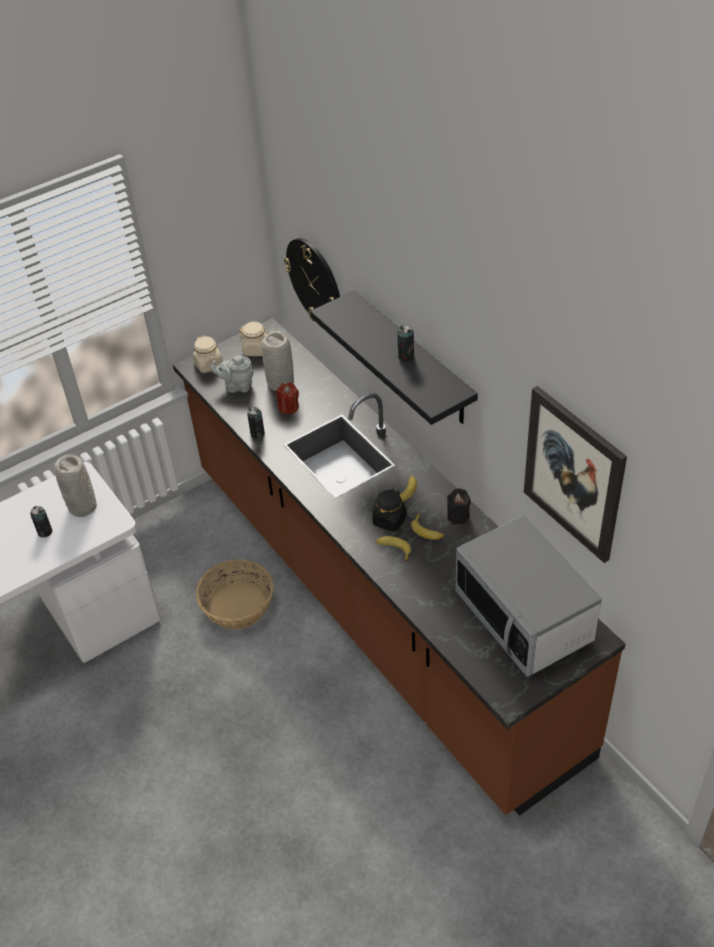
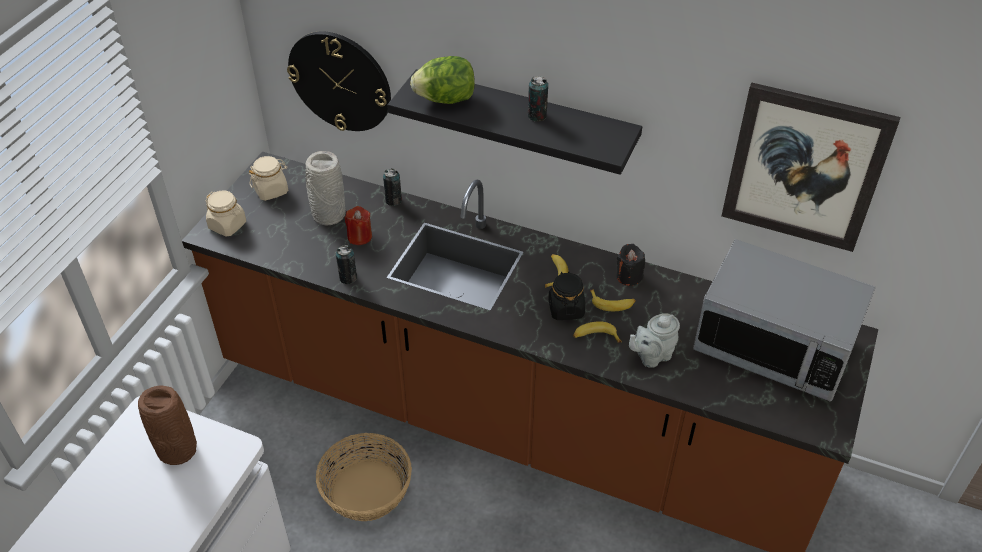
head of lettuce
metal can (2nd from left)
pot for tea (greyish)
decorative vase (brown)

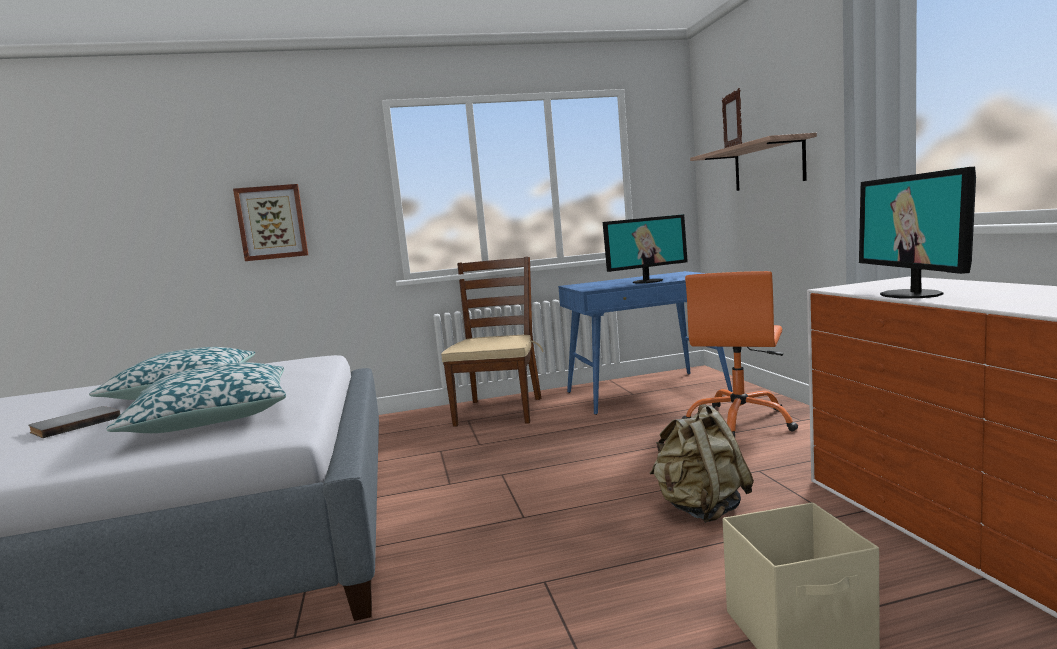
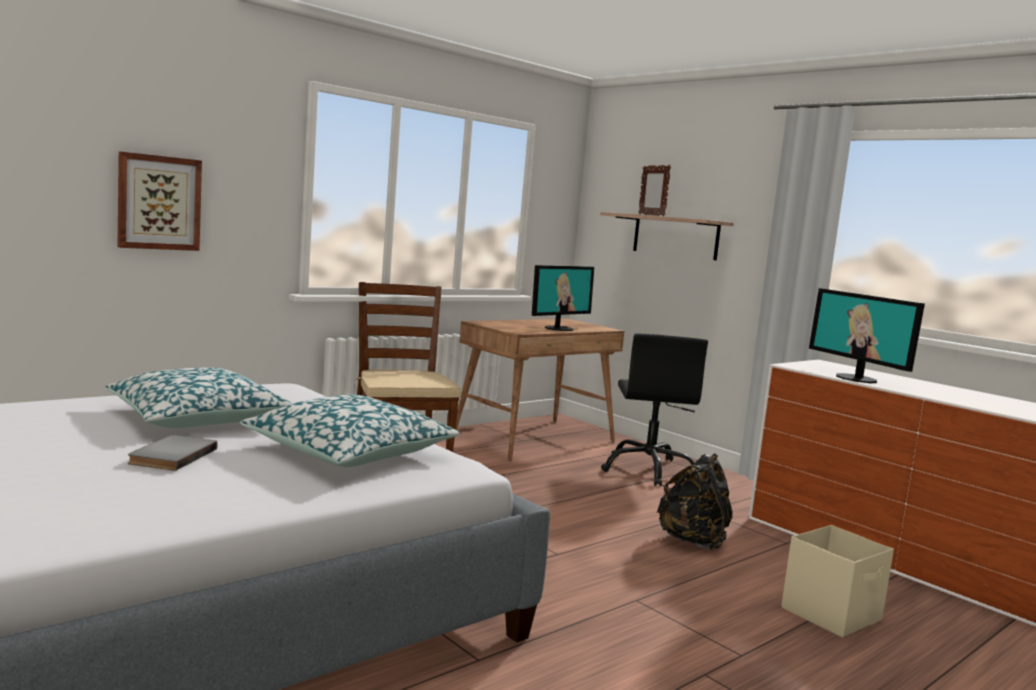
desk (brown)
rucksack (blackish)
desk chair (blackish)

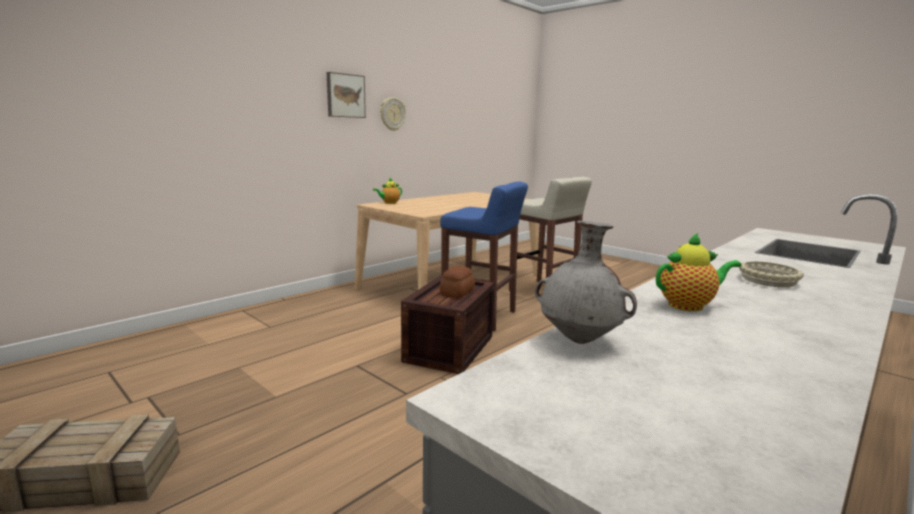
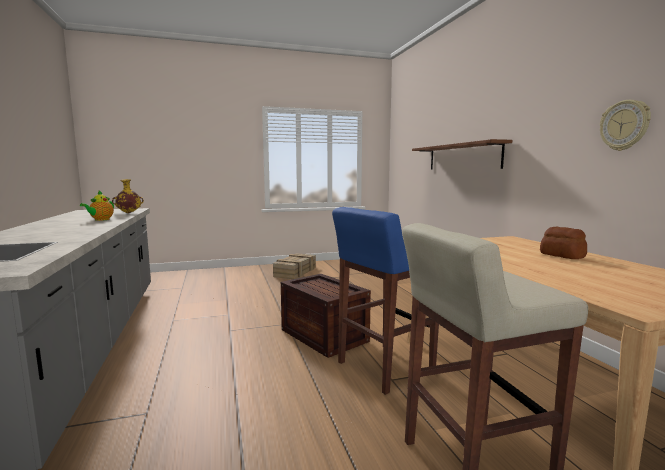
wall art
pot for tea (1st from left in the first image)
serving bowl (beige)
bracket shelf (brown)
baked bread
decorative vase (yellow)

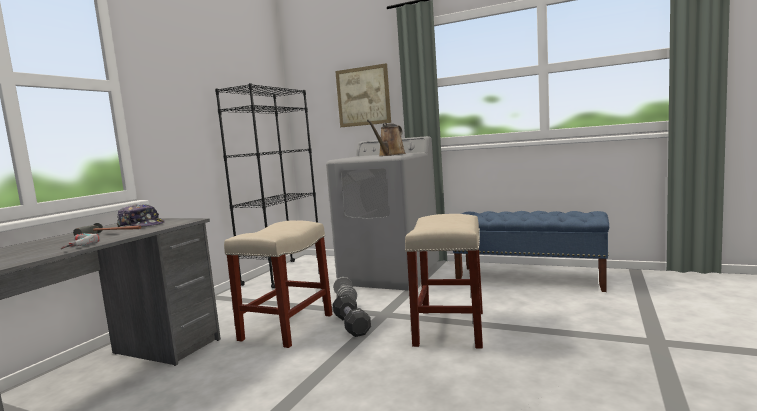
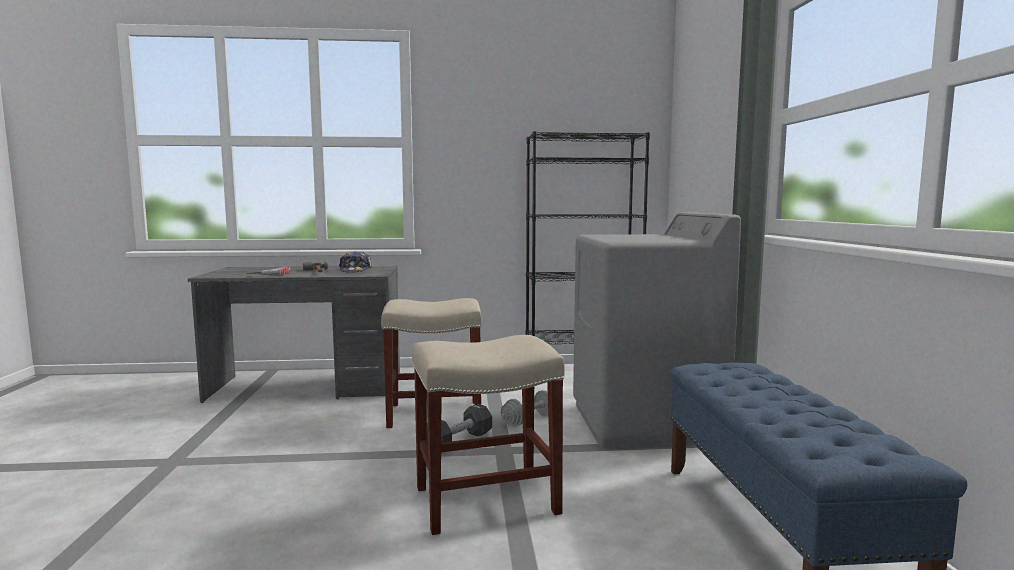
wall art
watering can (brown)

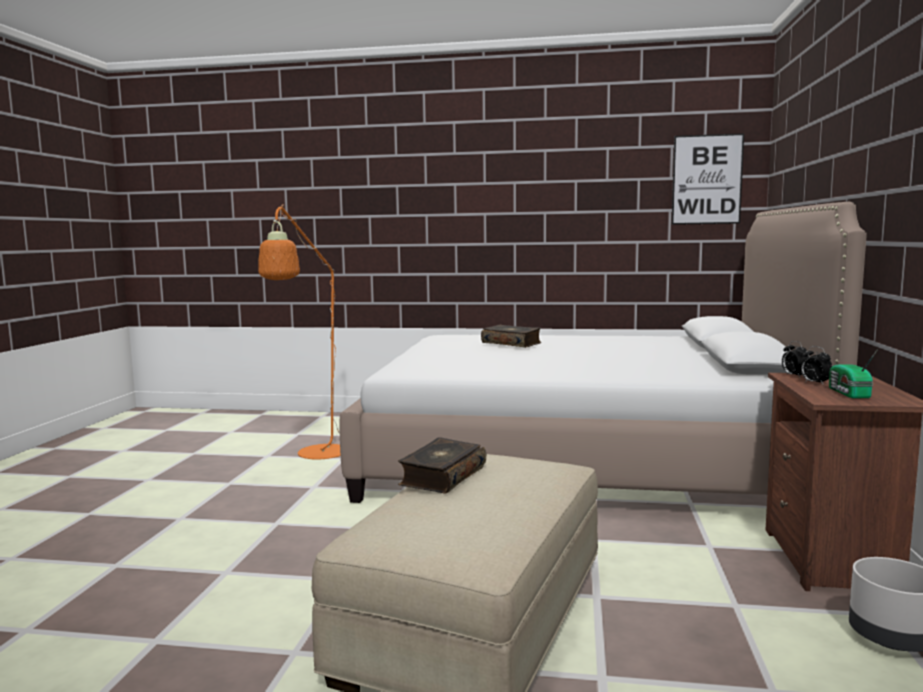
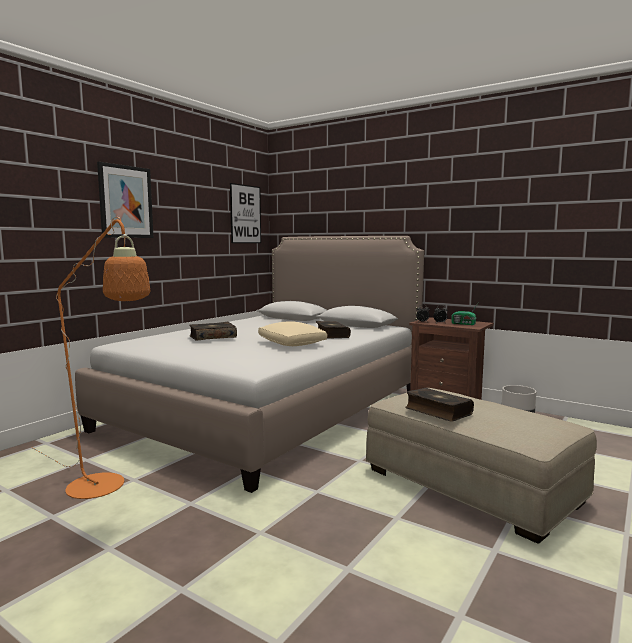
wall art (1st from left)
cushion (beige)
bound book (2nd from left)

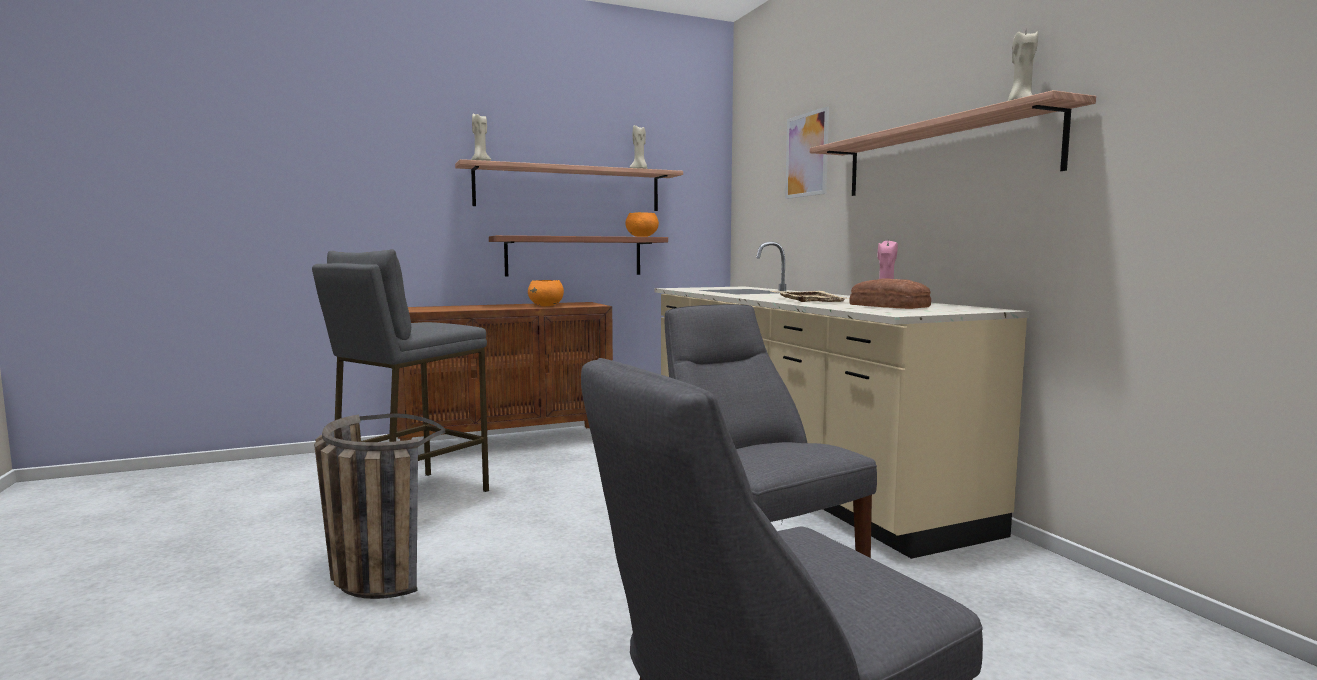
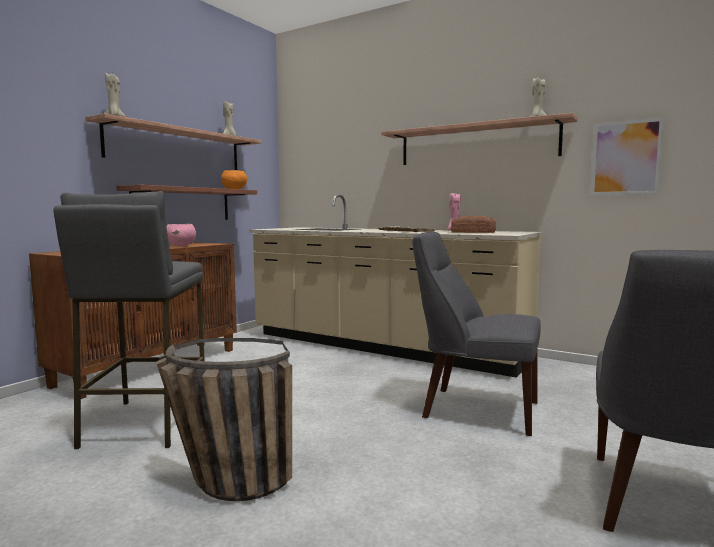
wall art
serving bowl (pinkish)

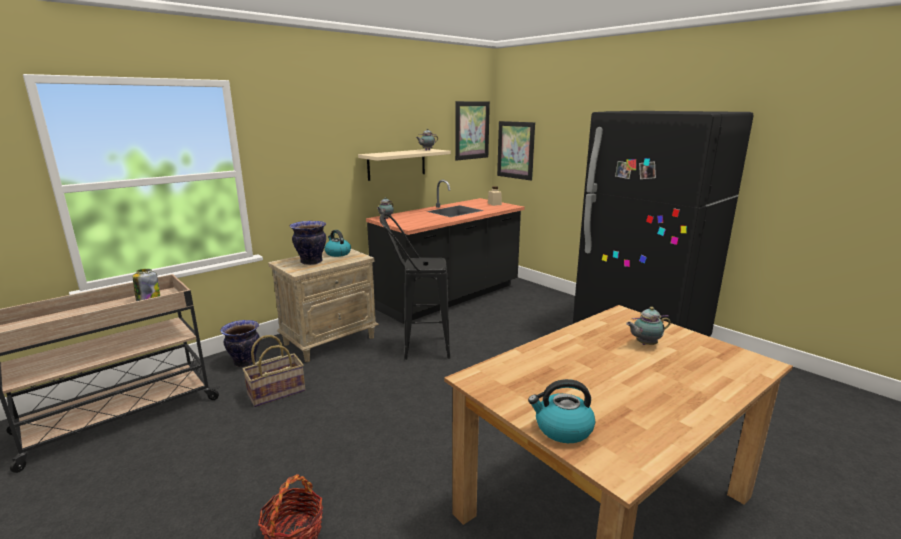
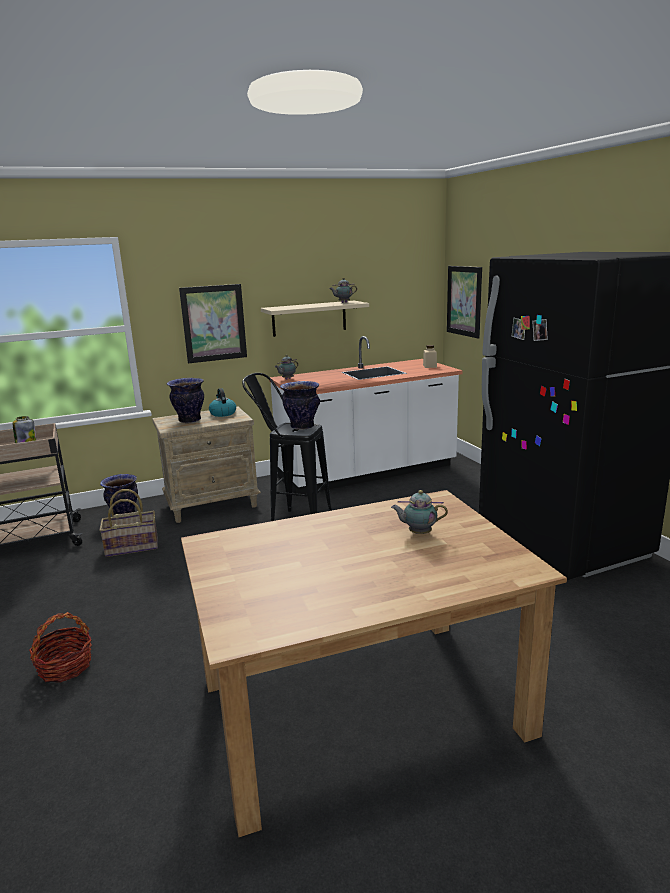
kettle (2nd from left in the first image)
decorative vase (3rd from left)
wall art (1st from left)
counter (white)

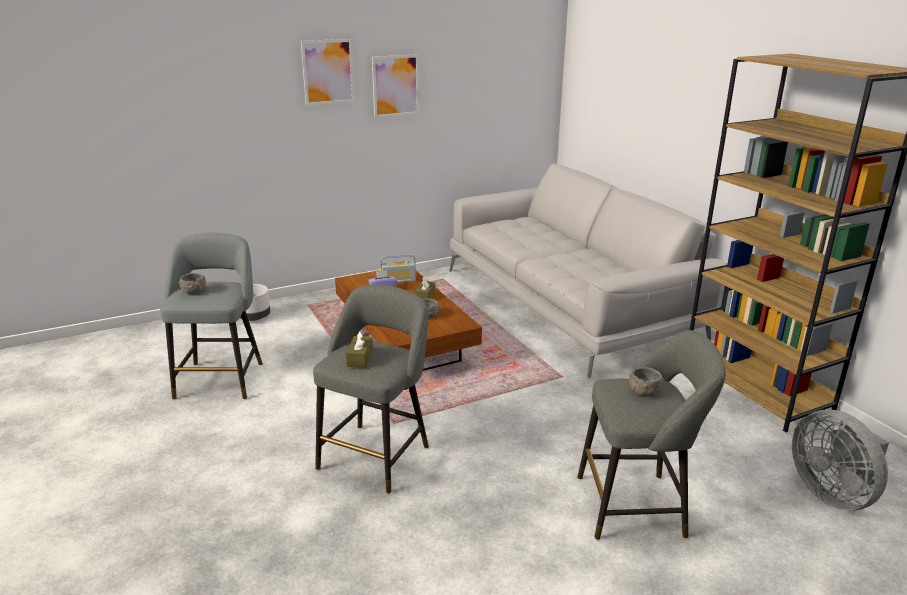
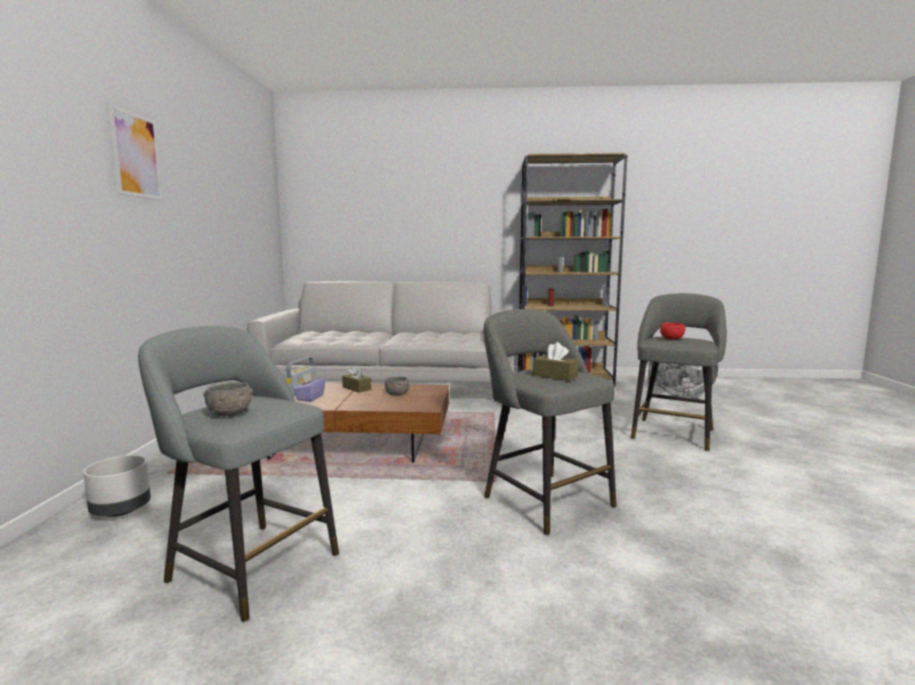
wall art (2nd from left in the first image)
serving bowl (red-coloured)

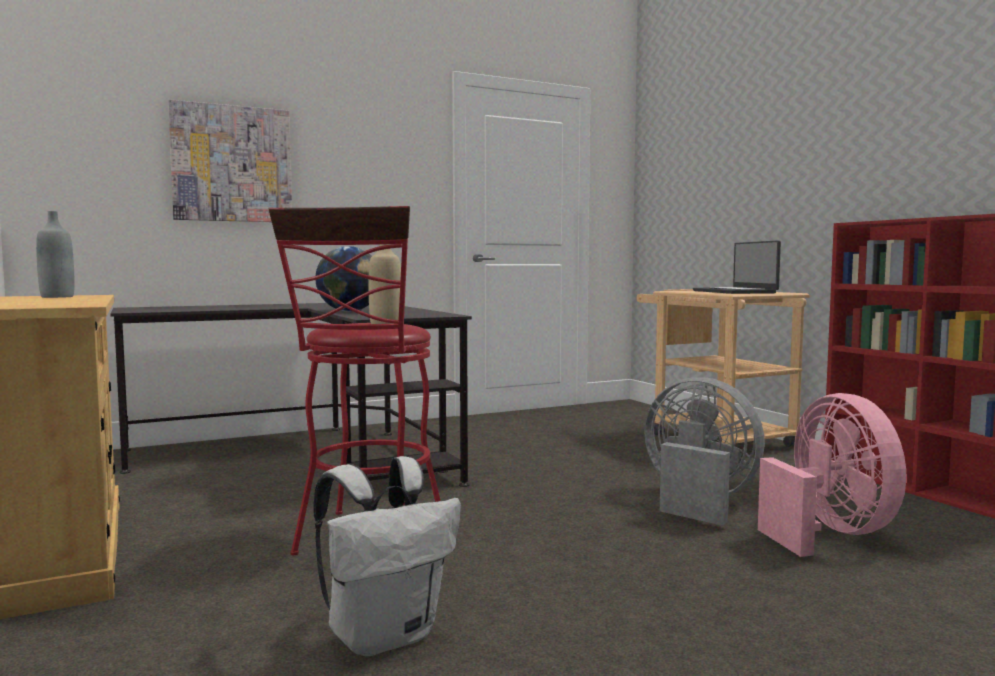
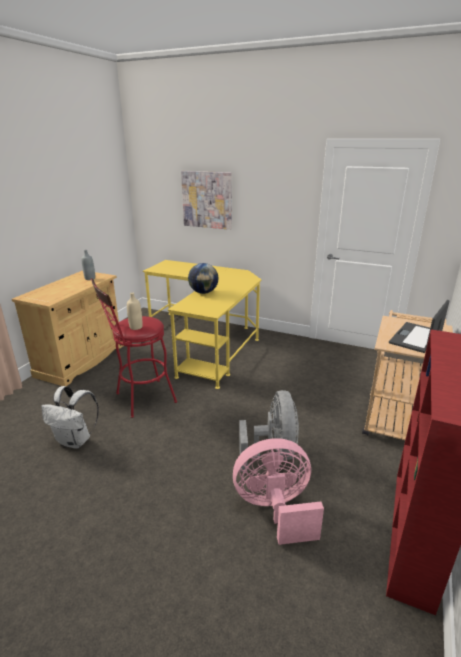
desk (yellow)
fan (pinkish)

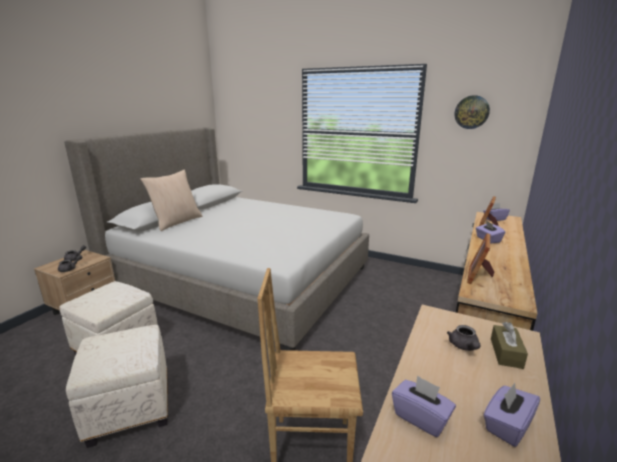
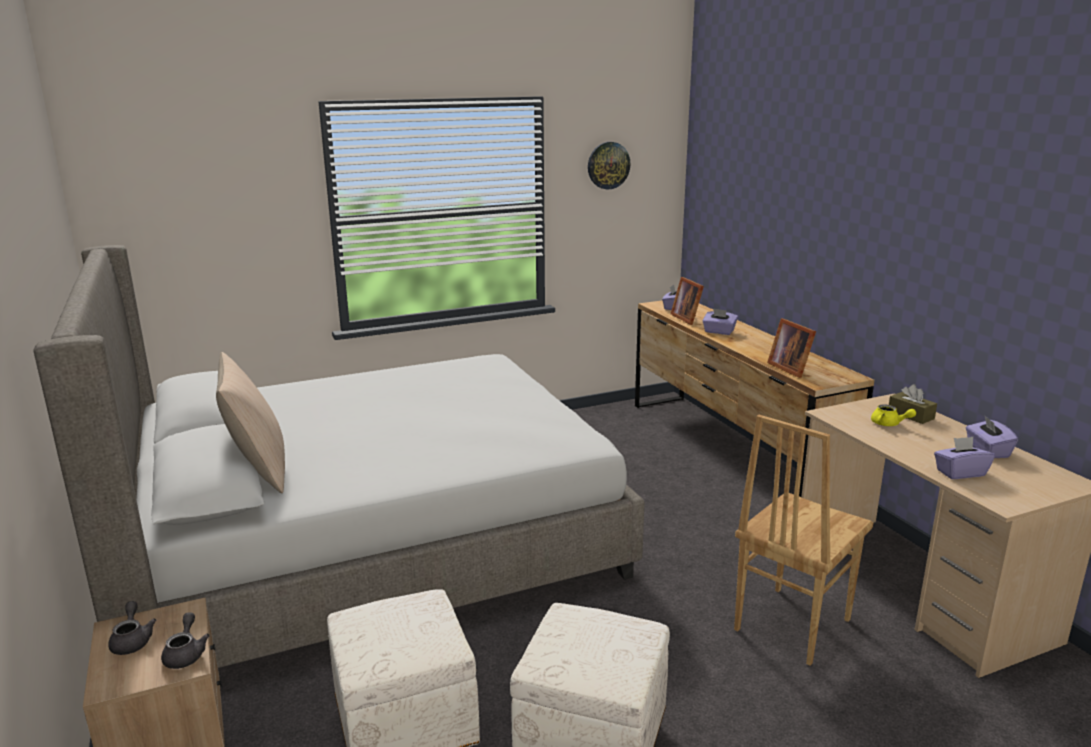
pot for tea (yellow)

